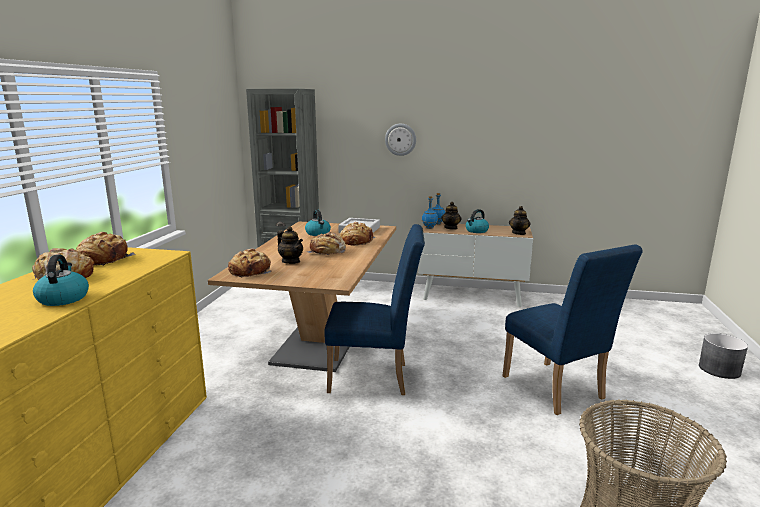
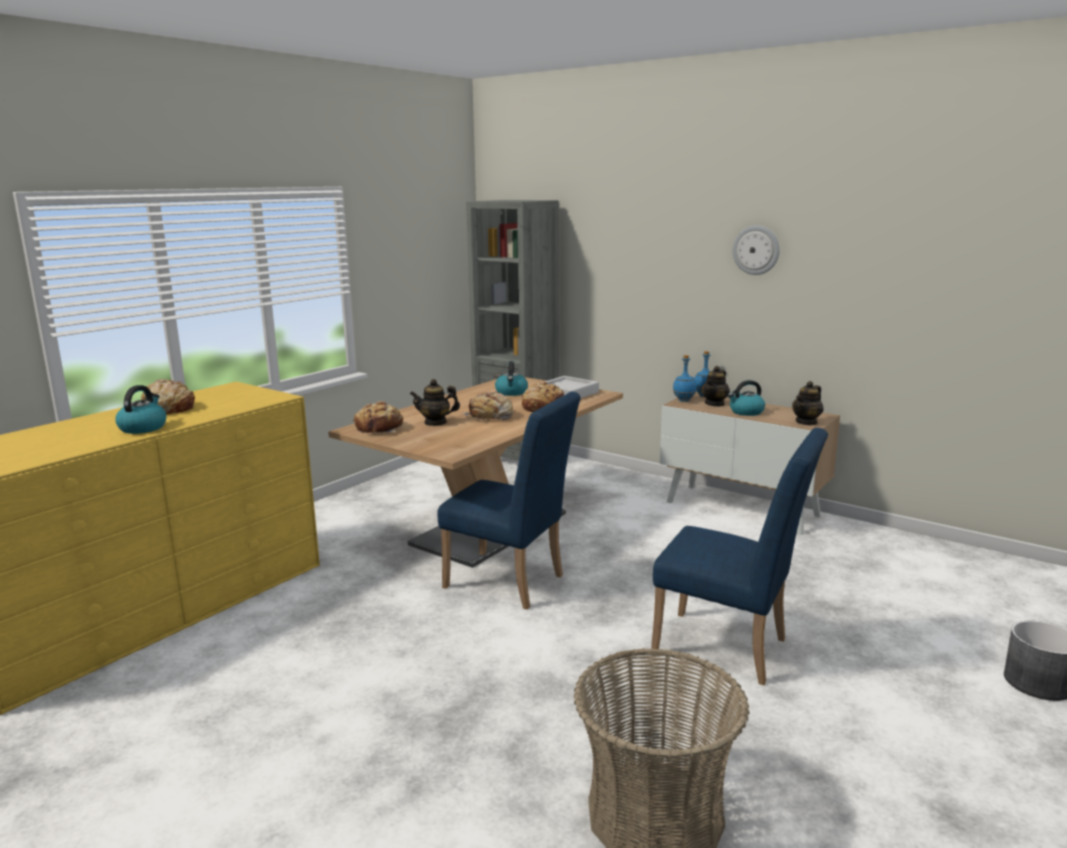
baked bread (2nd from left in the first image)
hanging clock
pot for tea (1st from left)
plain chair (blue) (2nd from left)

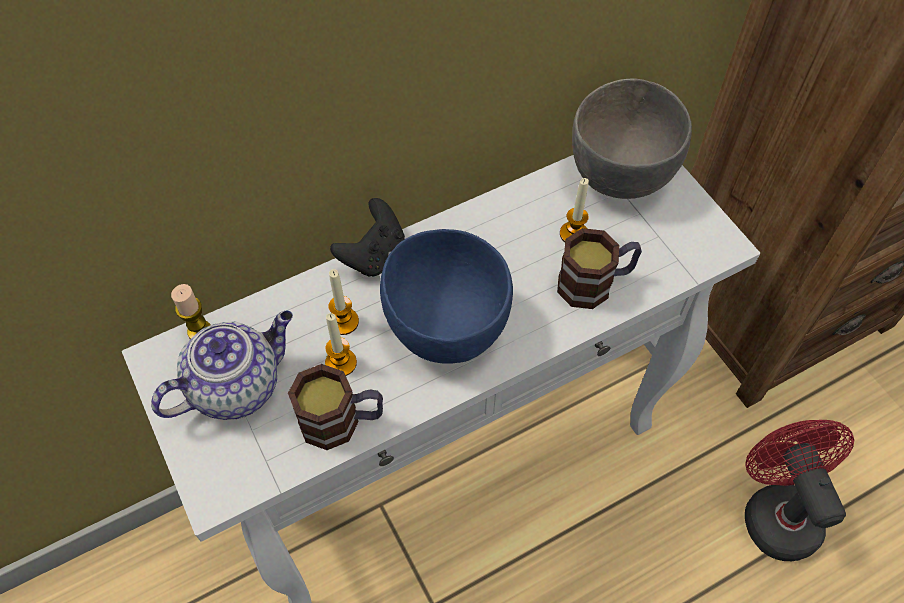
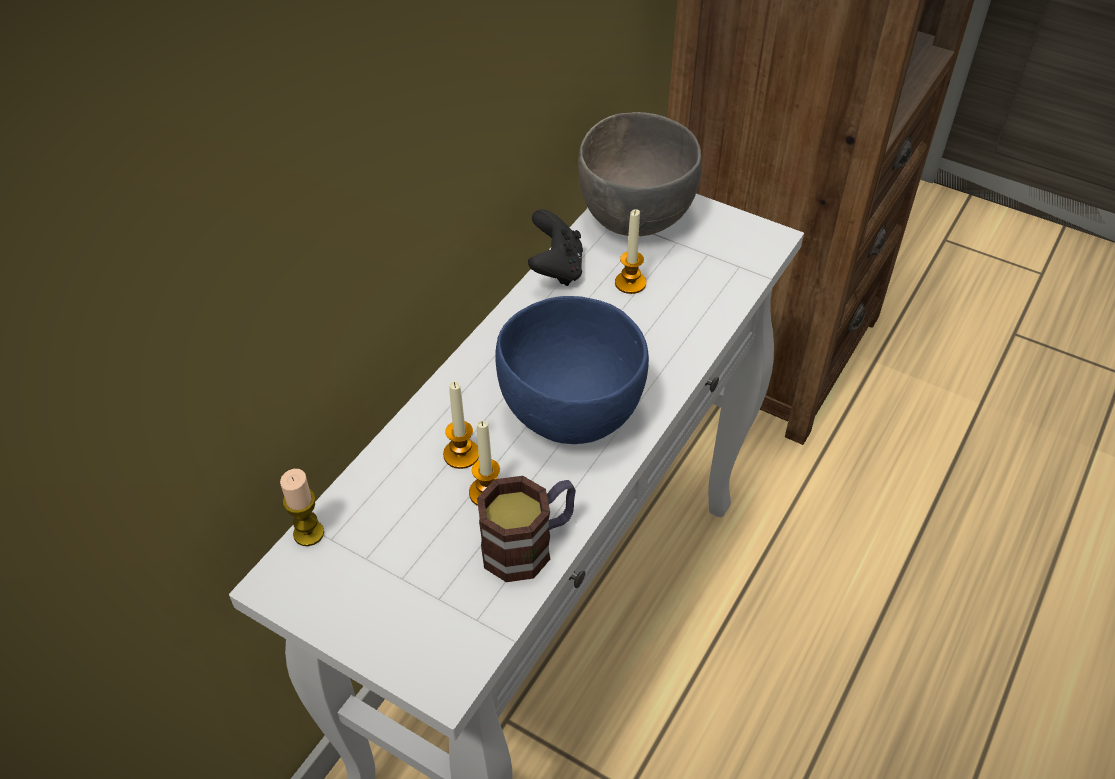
pot for tea
tea mug (2nd from left in the first image)
fan (red-coloured)
game controller (blackish)

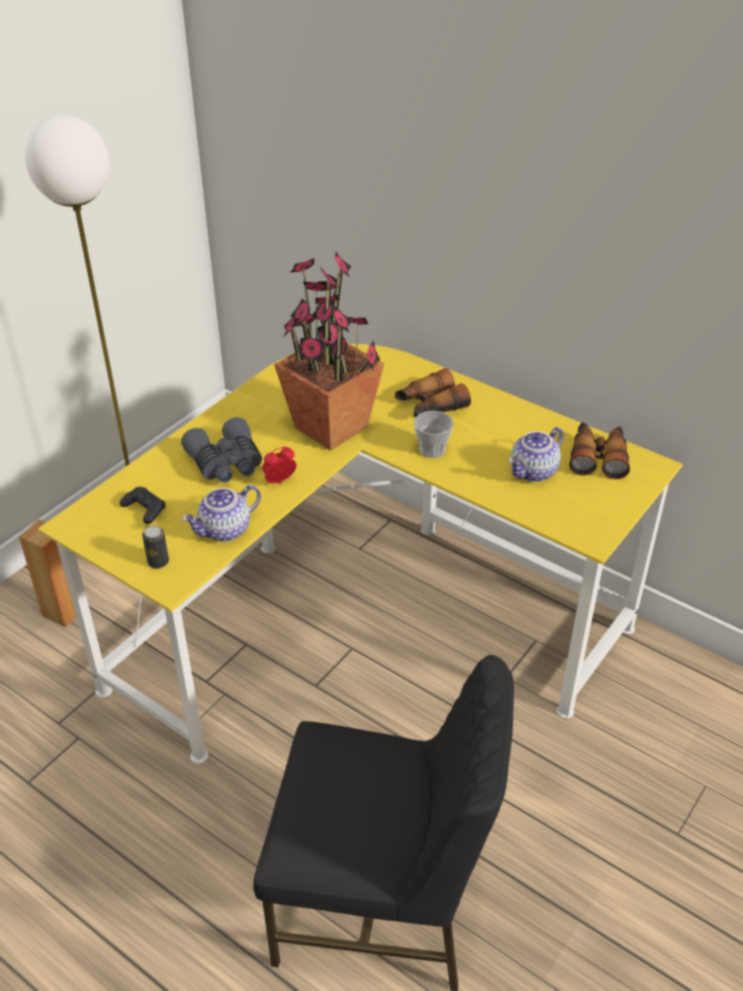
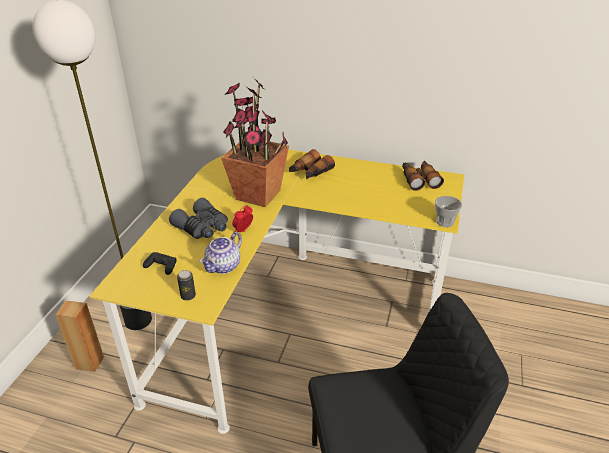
pot for tea (2nd from left in the first image)
cup

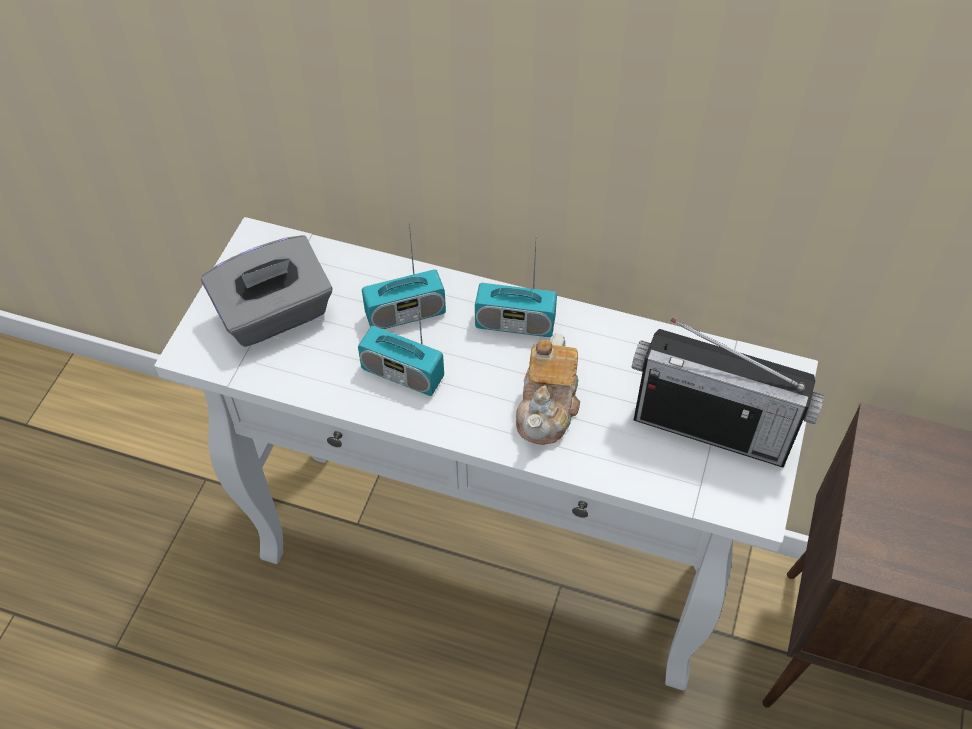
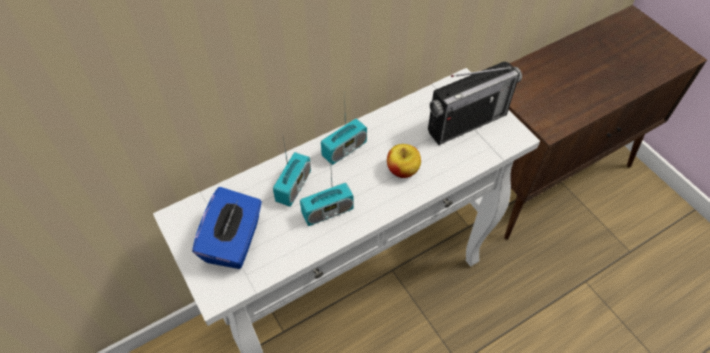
apple
tissue box (blue)

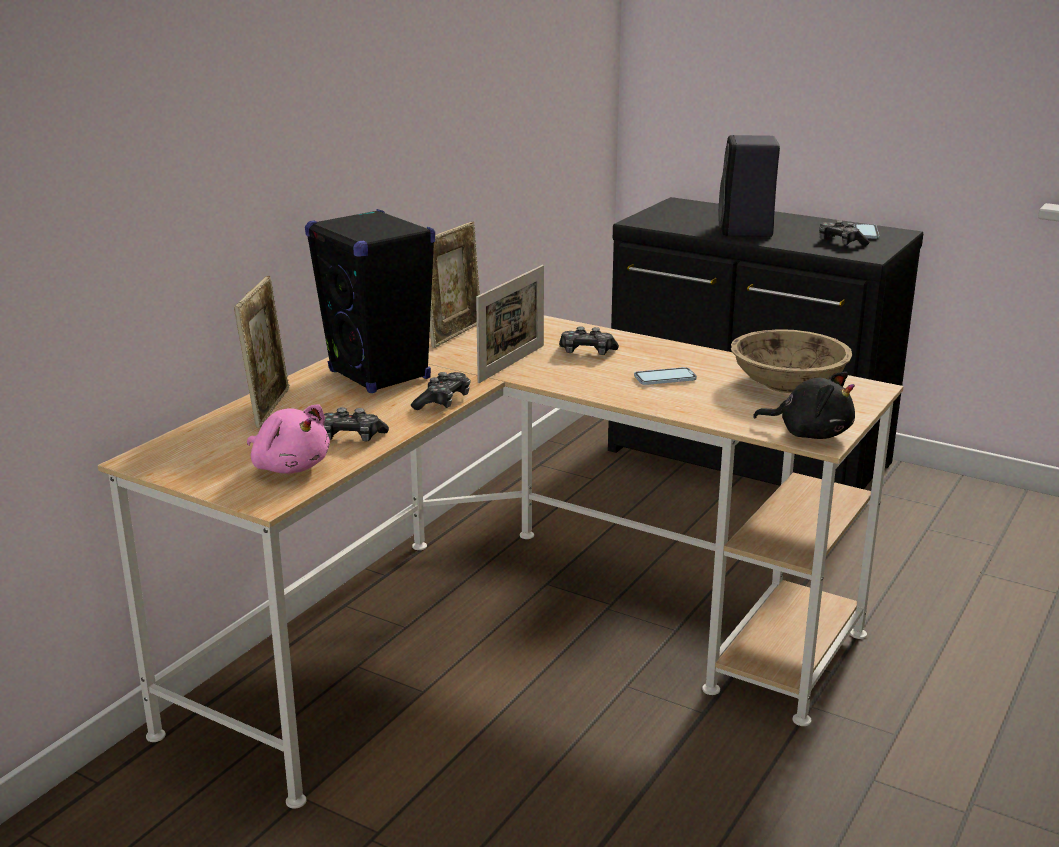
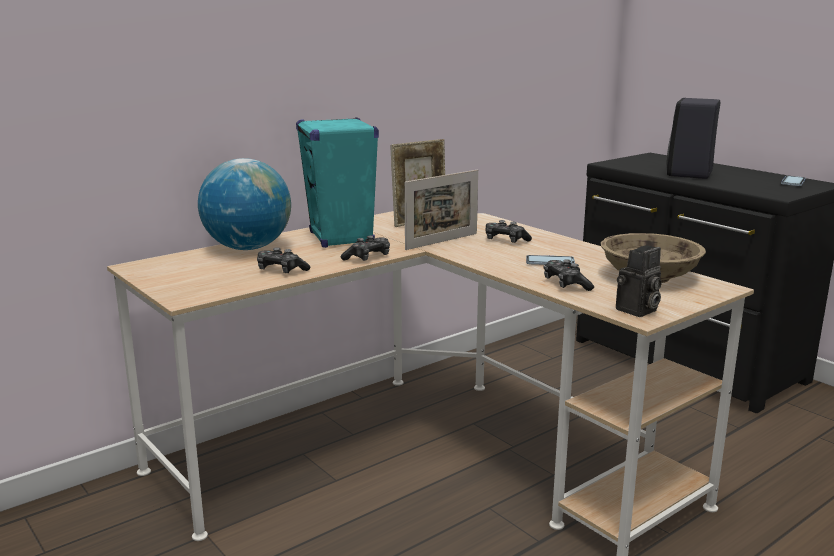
plush toy (pinkish)
game controller (4th from left)
globe
photo camera
audio speaker (turquoise)

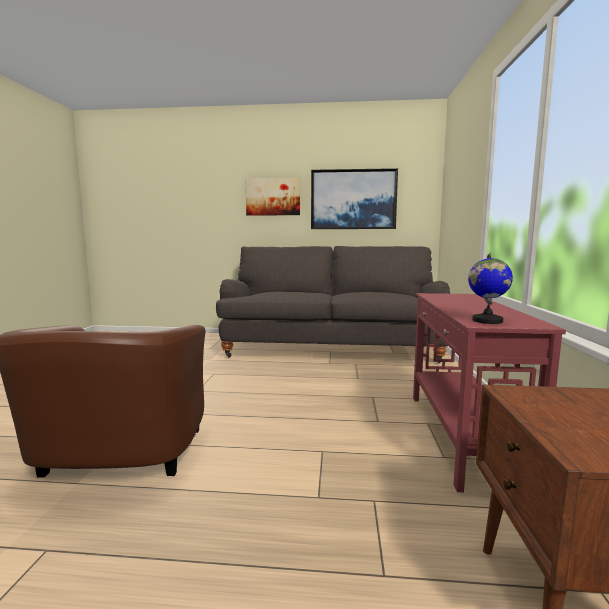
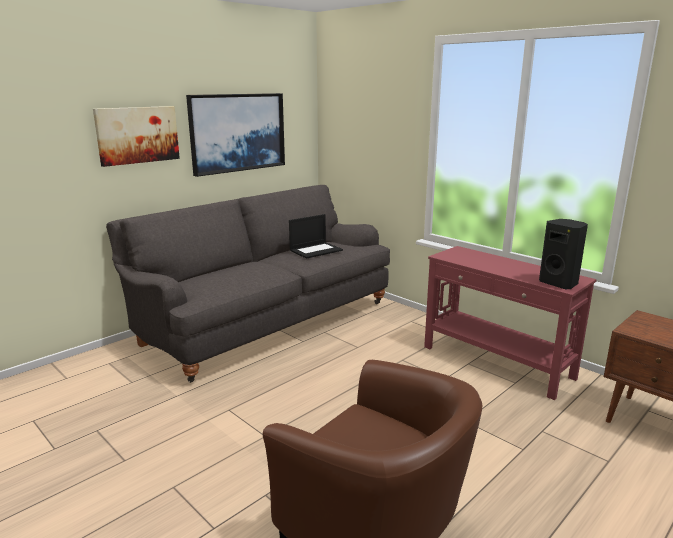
portable computer
audio speaker (blackish)

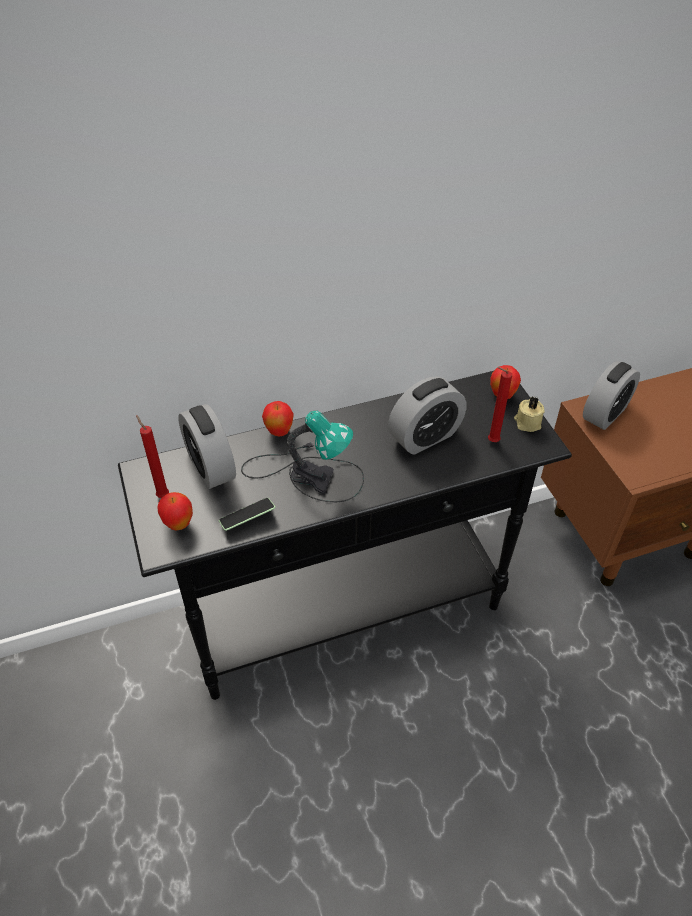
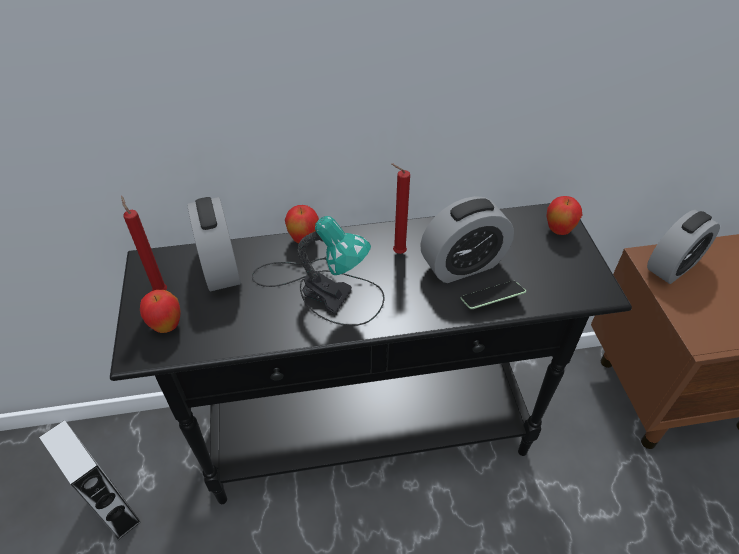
candle (beige)
audio speaker (greyish)
phone
candle (red-coloured) (2nd from left)

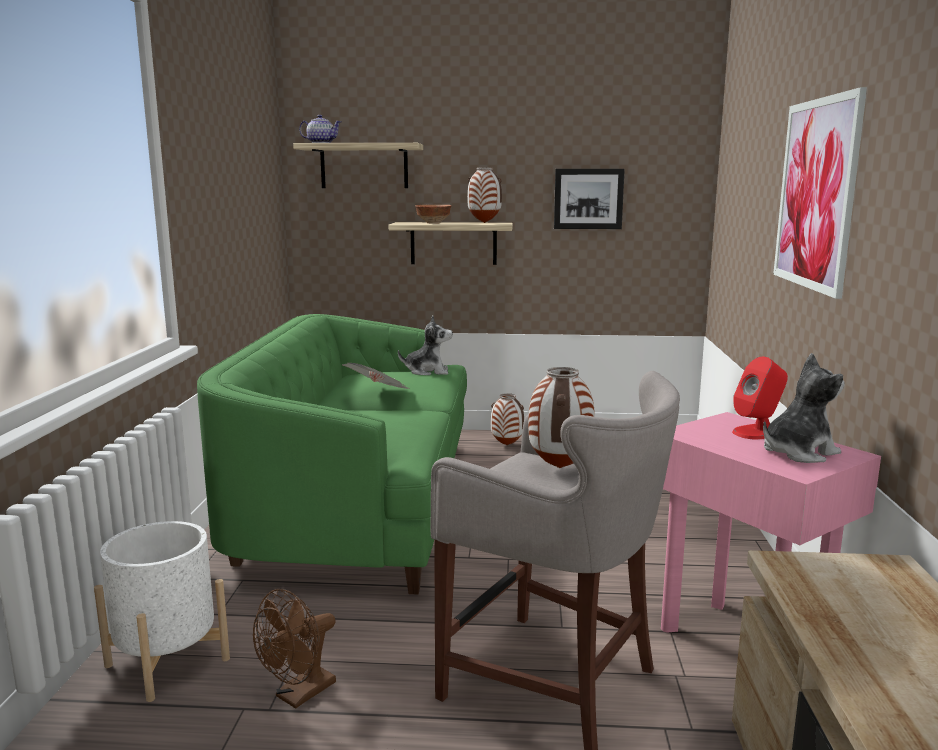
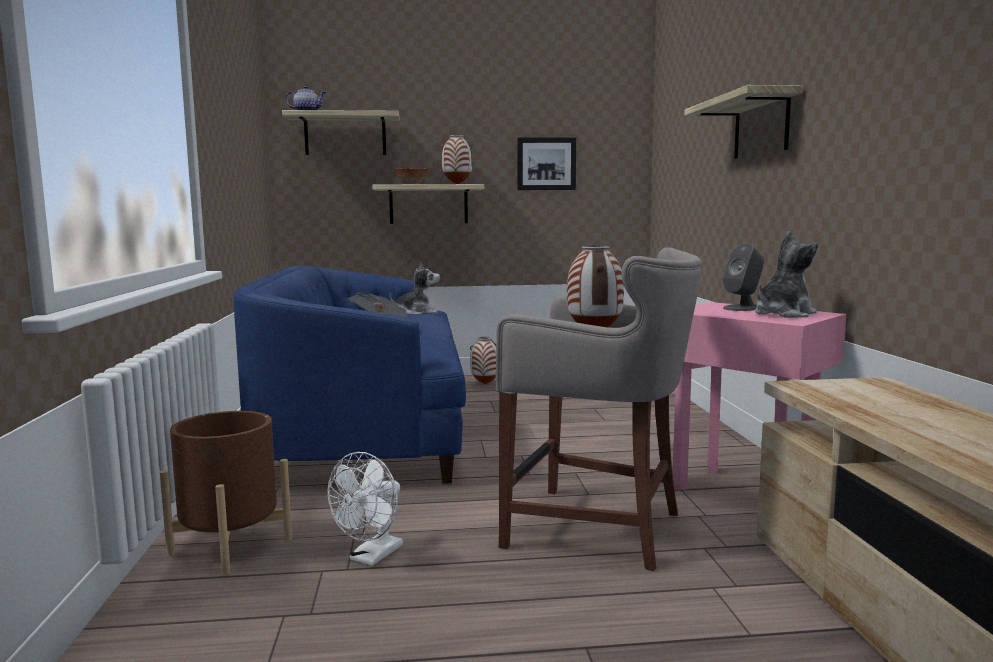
bracket shelf (3rd from left)
planter (brown)
settee (blue)
fan (white)
audio speaker (greyish)

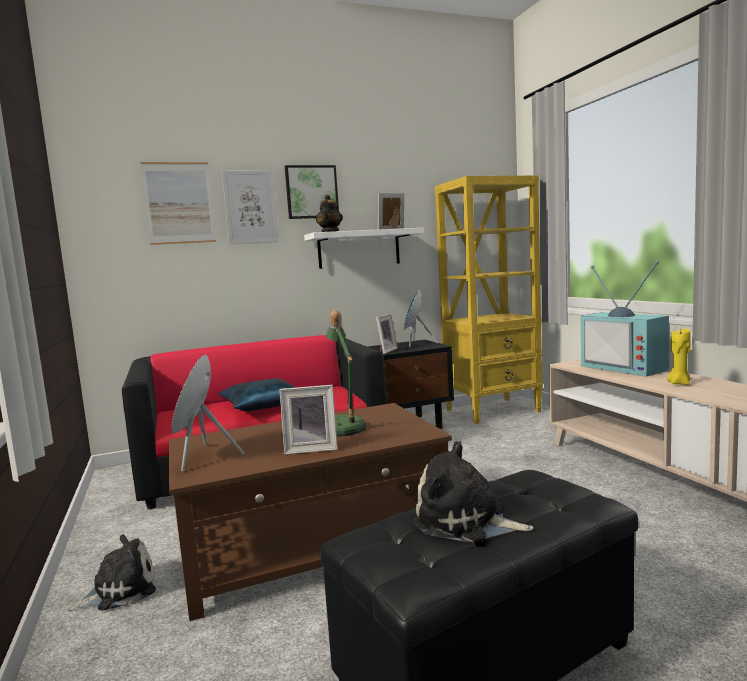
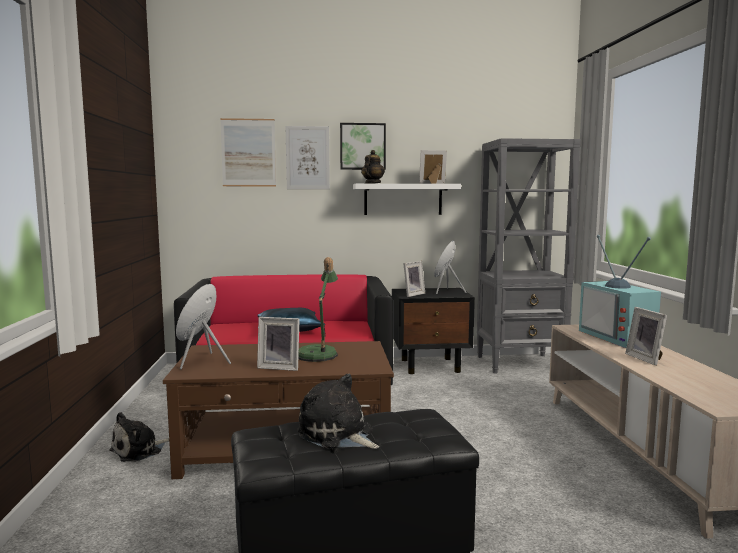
picture frame (4th from left)
bookcase (greyish)
plush toy (1st from left)

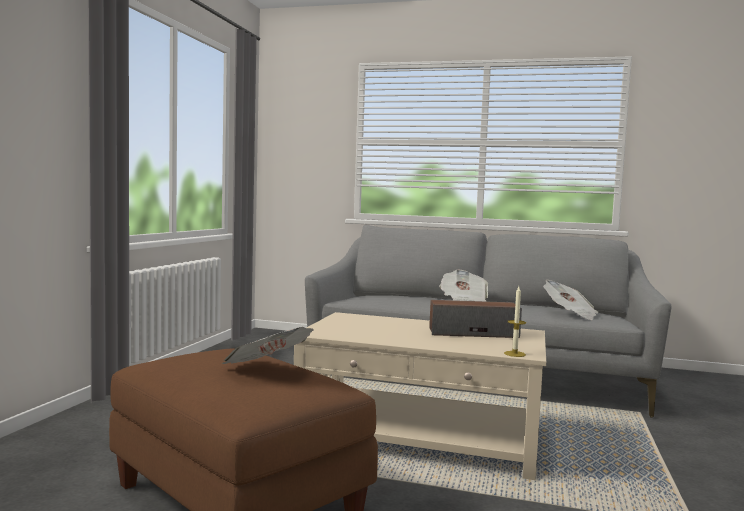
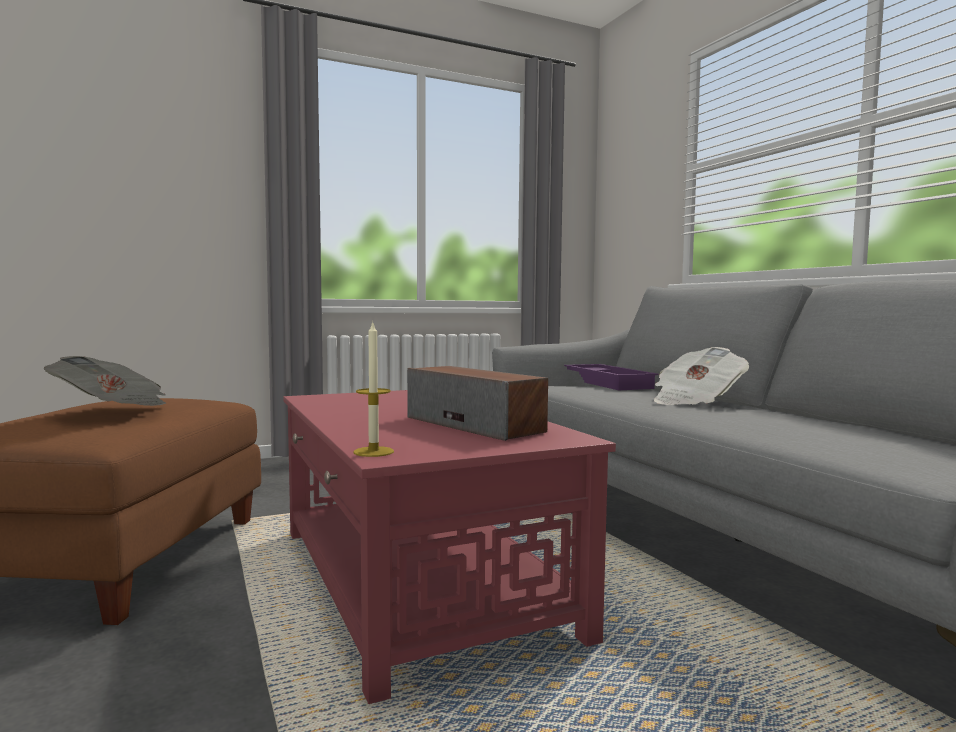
printed paper (3rd from left in the first image)
carrying tray (purple)
coffee table (red-coloured)

